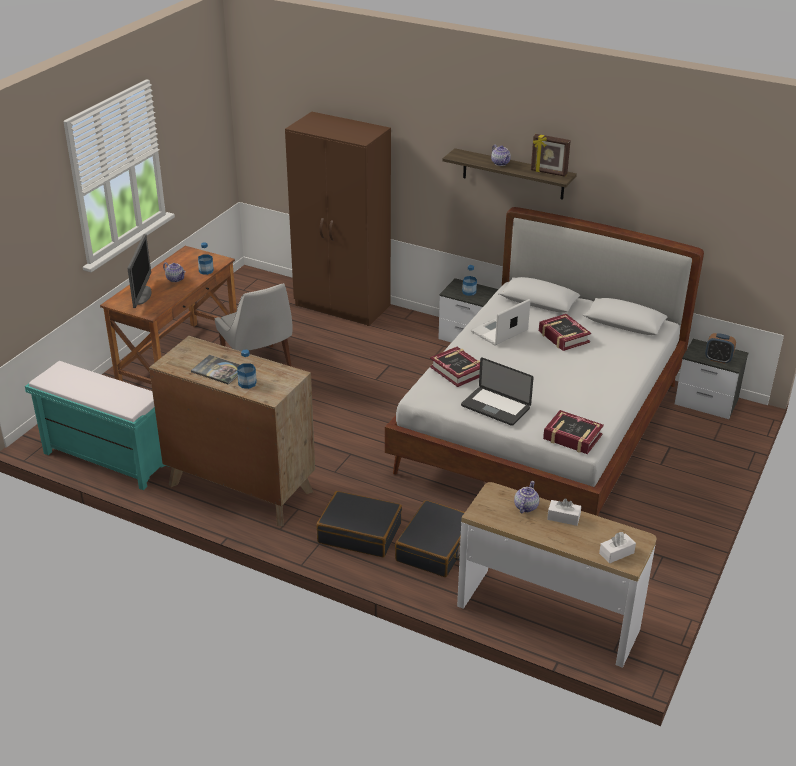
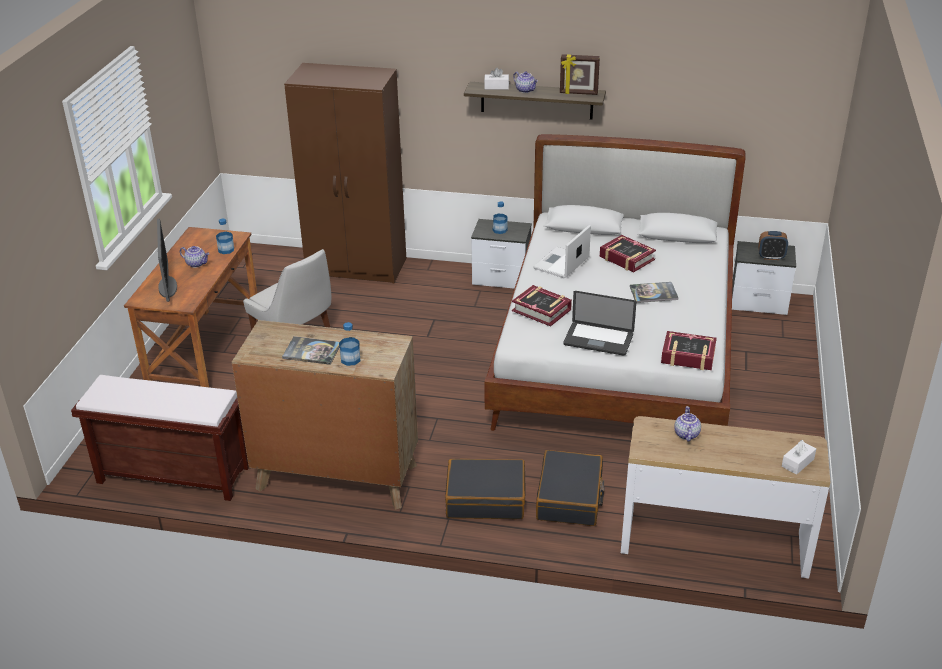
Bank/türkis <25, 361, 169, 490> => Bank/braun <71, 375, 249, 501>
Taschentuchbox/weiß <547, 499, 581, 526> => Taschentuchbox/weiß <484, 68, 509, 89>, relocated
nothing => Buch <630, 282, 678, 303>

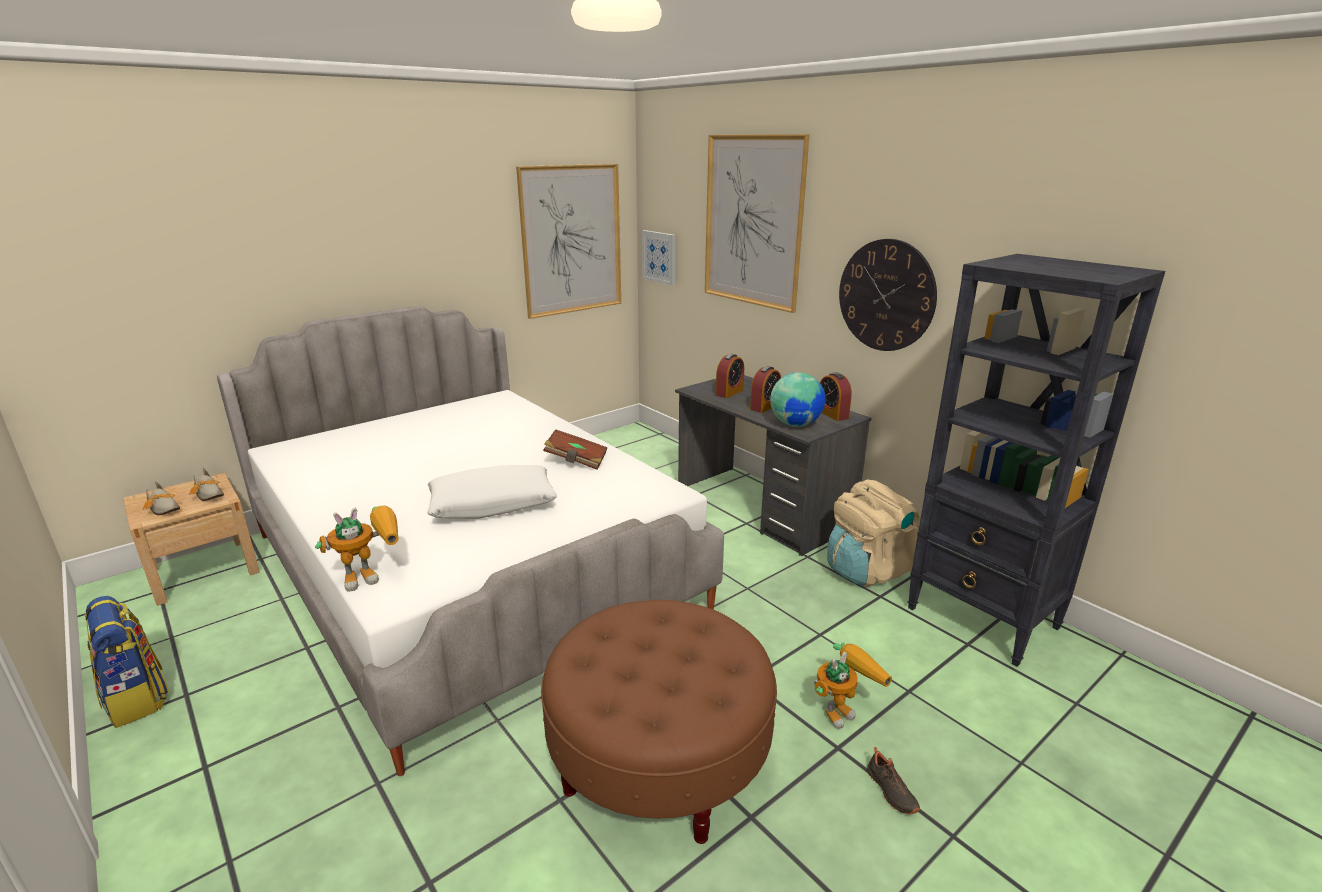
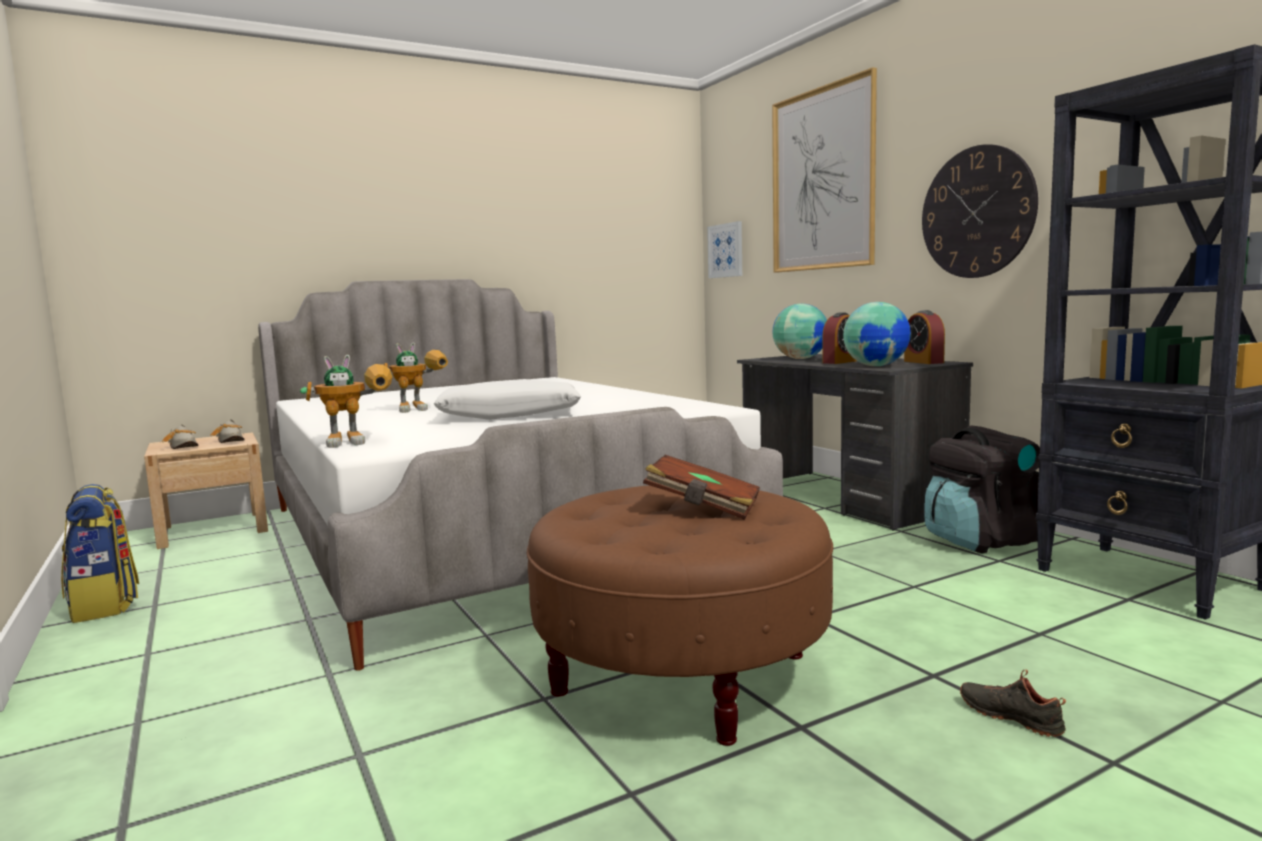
Spielzeugroboter <814, 643, 892, 730> => Spielzeugroboter <383, 342, 448, 413>, relocated
Buch/braun <543, 429, 607, 470> => Buch/braun <643, 455, 760, 520>, relocated
Wecker <716, 354, 744, 398> => Globus <772, 303, 827, 359>
Rucksack/beige <827, 480, 919, 587> => Rucksack/schwarz <924, 425, 1040, 554>
Schuh/schwarz <867, 747, 920, 814> => Schuh/schwarz <960, 669, 1066, 737>, 150 degrees clockwise
Bild <516, 164, 621, 319> => nothing

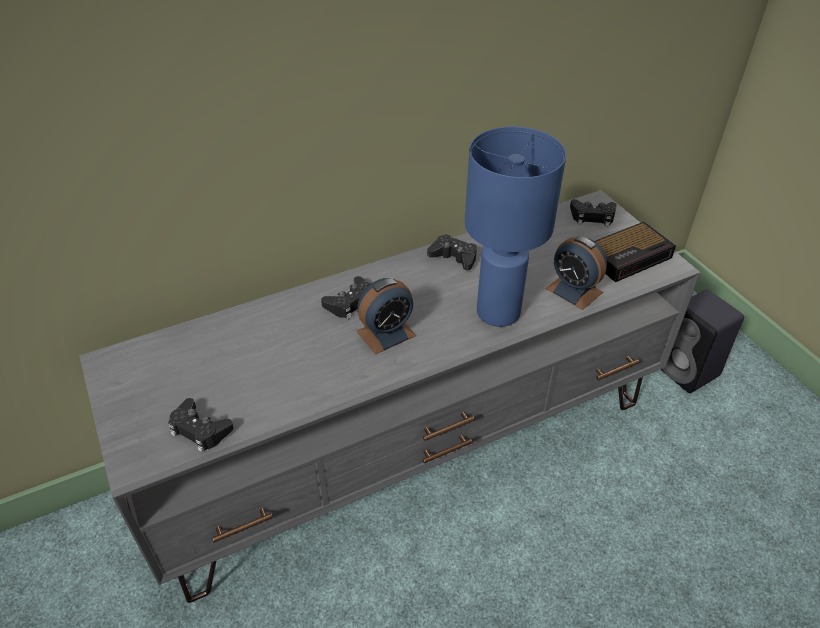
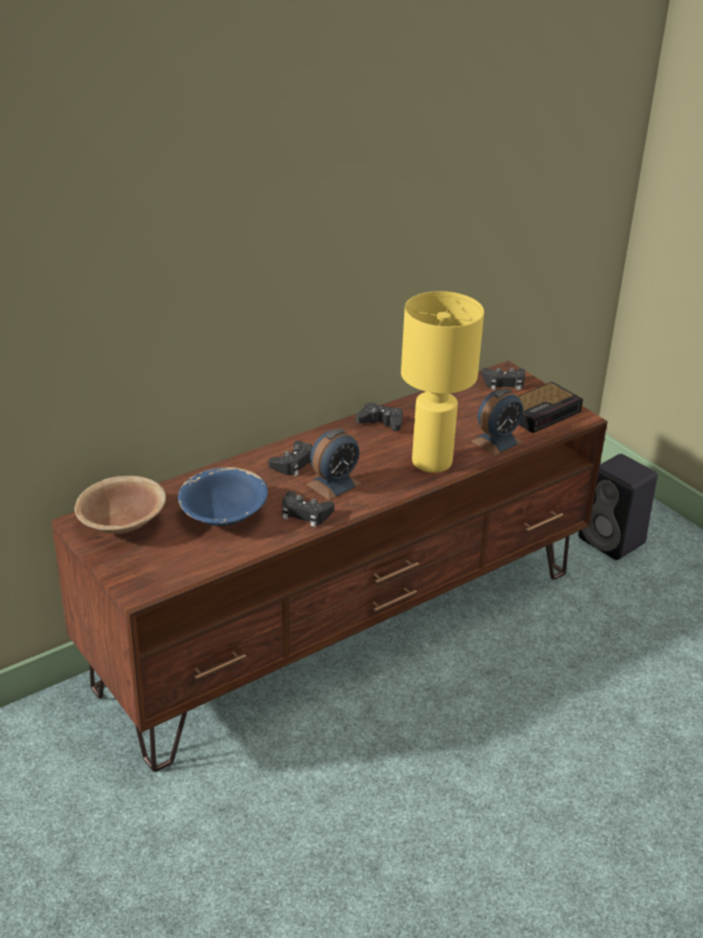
Fernsehschrank/grau <79, 190, 701, 603> => Fernsehschrank/braun <51, 361, 608, 772>
nothing => Schüssel/braun <74, 476, 166, 534>
nothing => Schüssel/blau <178, 467, 268, 526>
Gamepad/schwarz <168, 398, 234, 453> => Gamepad/schwarz <282, 491, 334, 527>, relocated
Tischlampe/blau <465, 126, 566, 327> => Tischlampe/gelb <401, 291, 484, 473>
Wecker <546, 236, 607, 310> => Wecker <471, 388, 523, 456>, 75 degrees counterclockwise

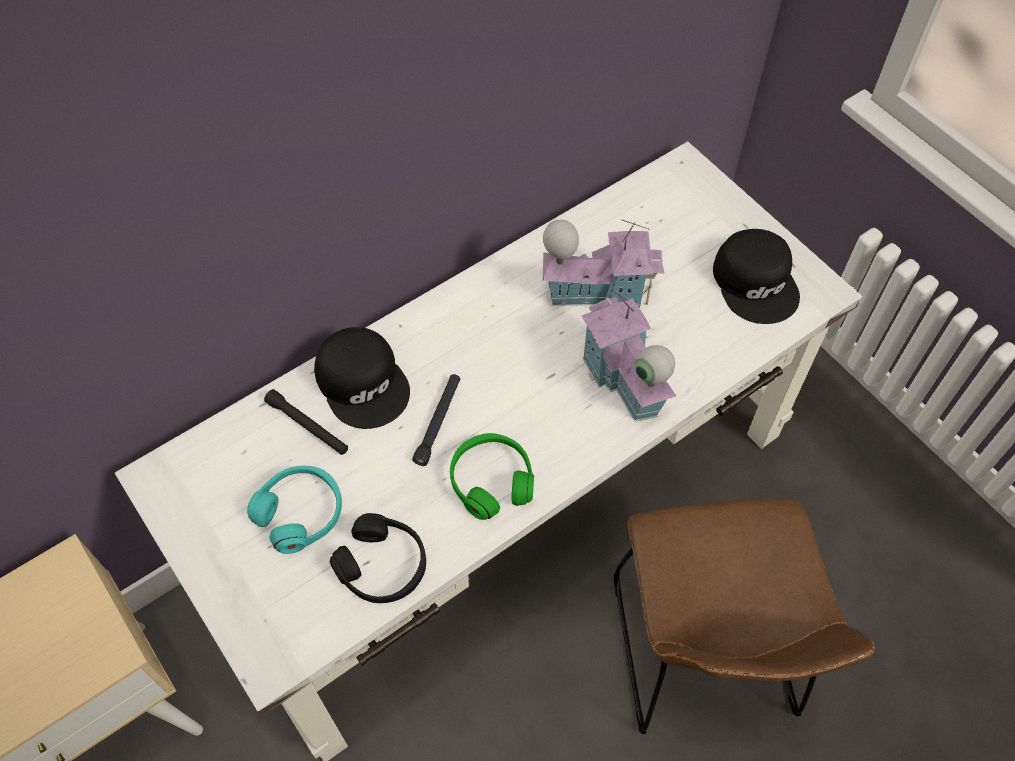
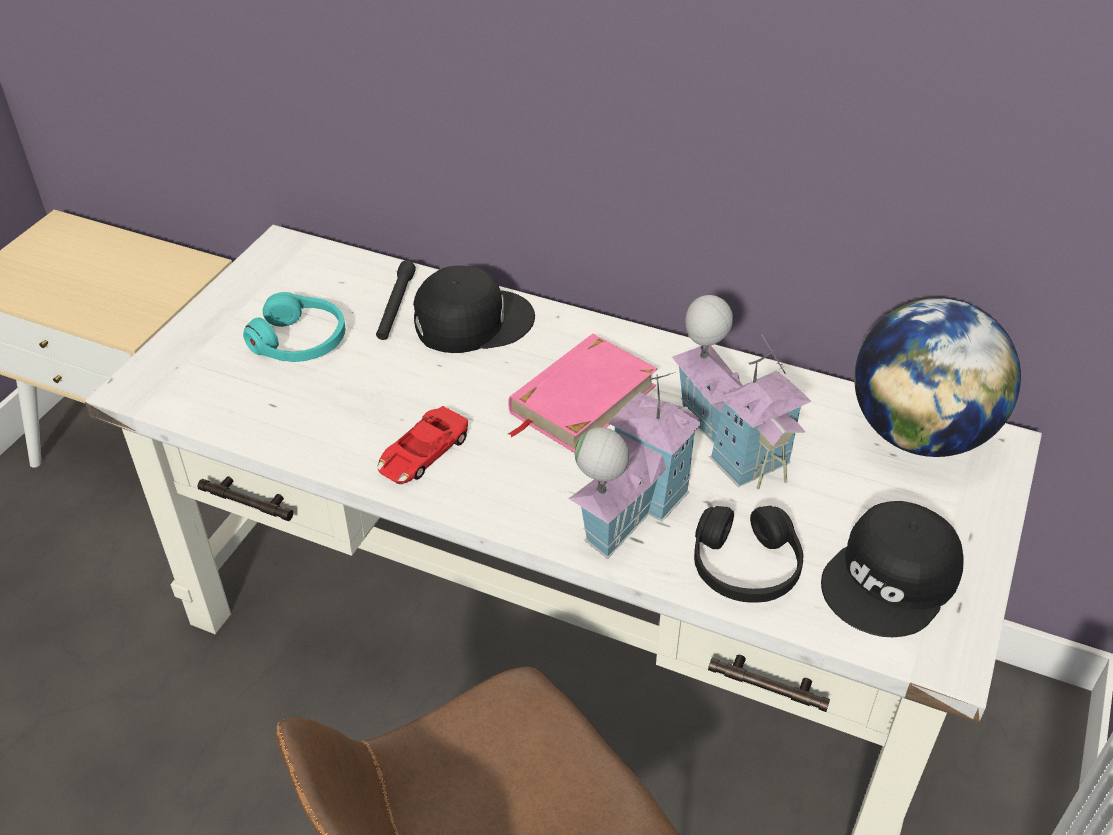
Kopfhörer/grün <450, 433, 534, 520> => Spielzeugauto/rot <378, 406, 468, 484>
Kappe/schwarz <314, 327, 410, 429> => Kappe/schwarz <413, 266, 535, 353>, 135 degrees counterclockwise
nothing => Buch/rosa <508, 334, 657, 453>
Kopfhörer/schwarz <330, 513, 426, 603> => Kopfhörer/schwarz <694, 506, 803, 602>, relocated
nothing => Globus <854, 298, 1021, 457>
Taschenlampe/schwarz <412, 374, 460, 466> => nothing

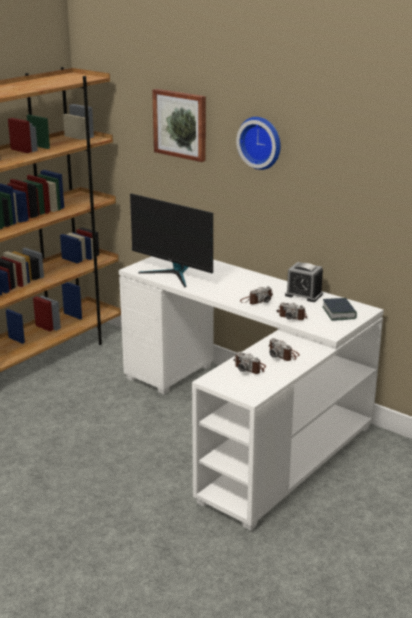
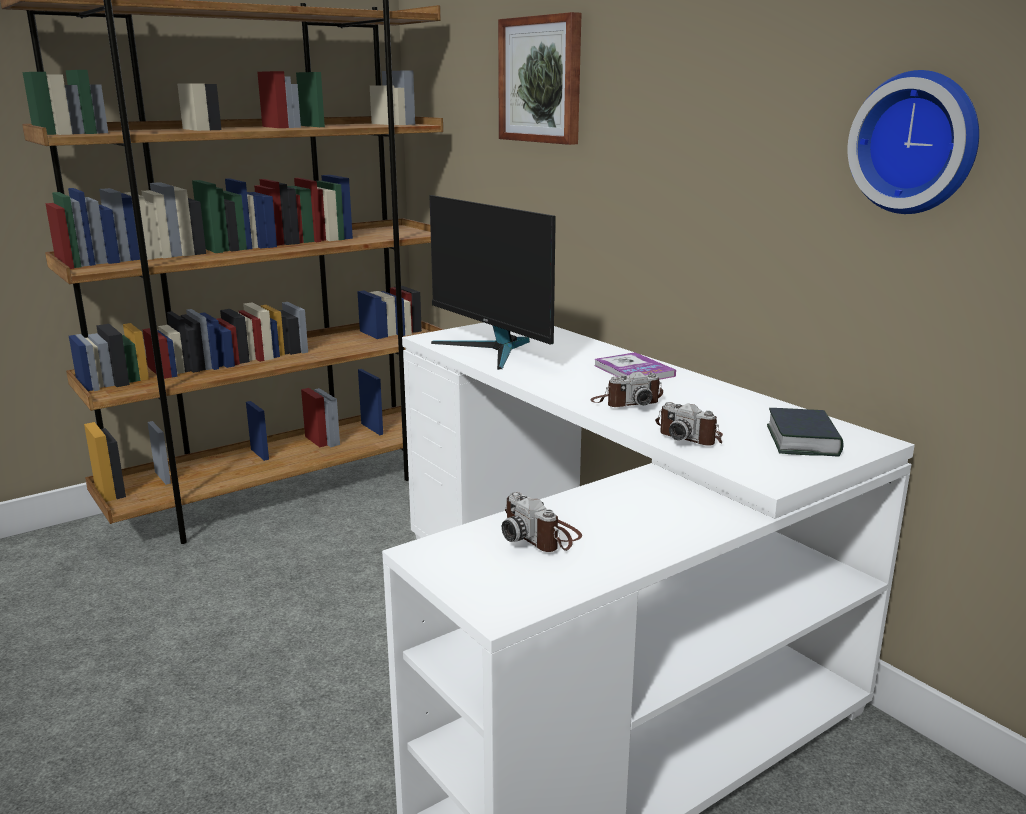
nothing => Buch <595, 352, 676, 380>
Wanduhr <236, 117, 281, 170> => Wanduhr <847, 70, 979, 214>, relocated
Kamera <268, 338, 300, 361> => nothing
Wecker <285, 262, 323, 302> => nothing

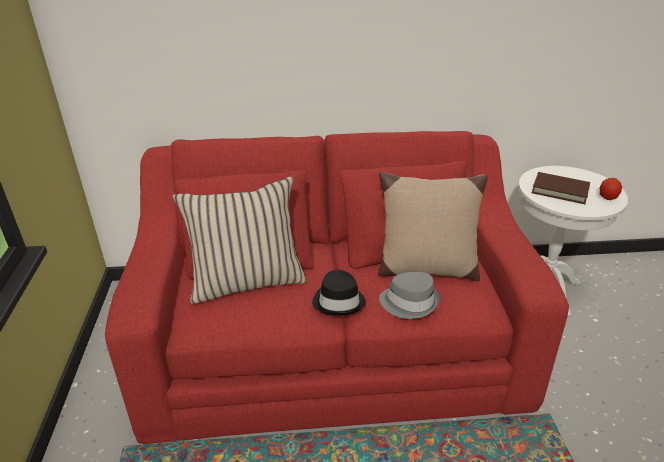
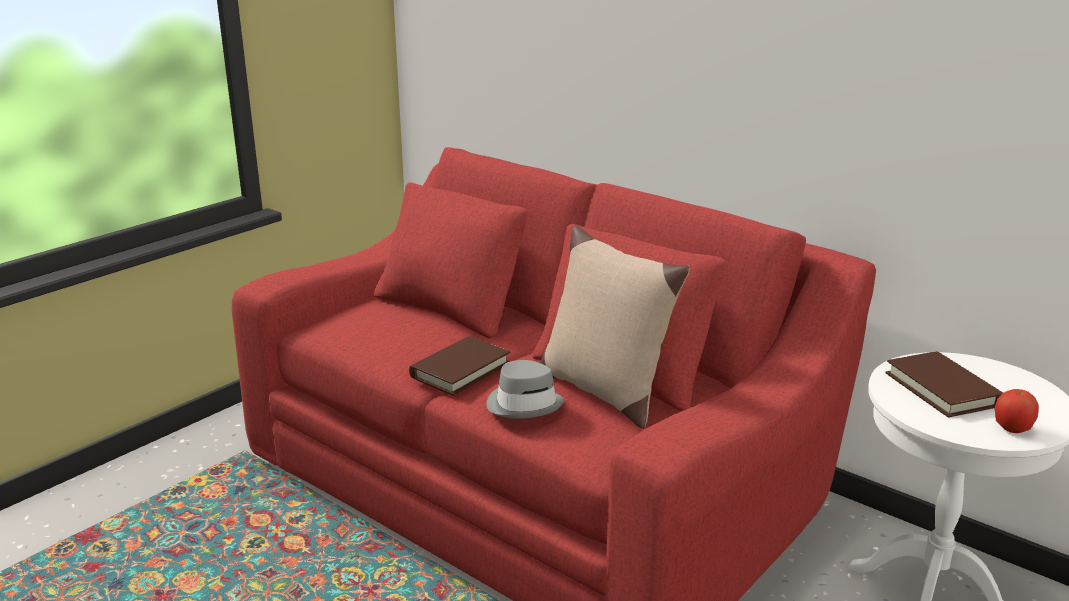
Hut/schwarz <312, 270, 366, 316> => Buch/braun <409, 336, 510, 395>
Kissen/beige <173, 177, 307, 304> => nothing

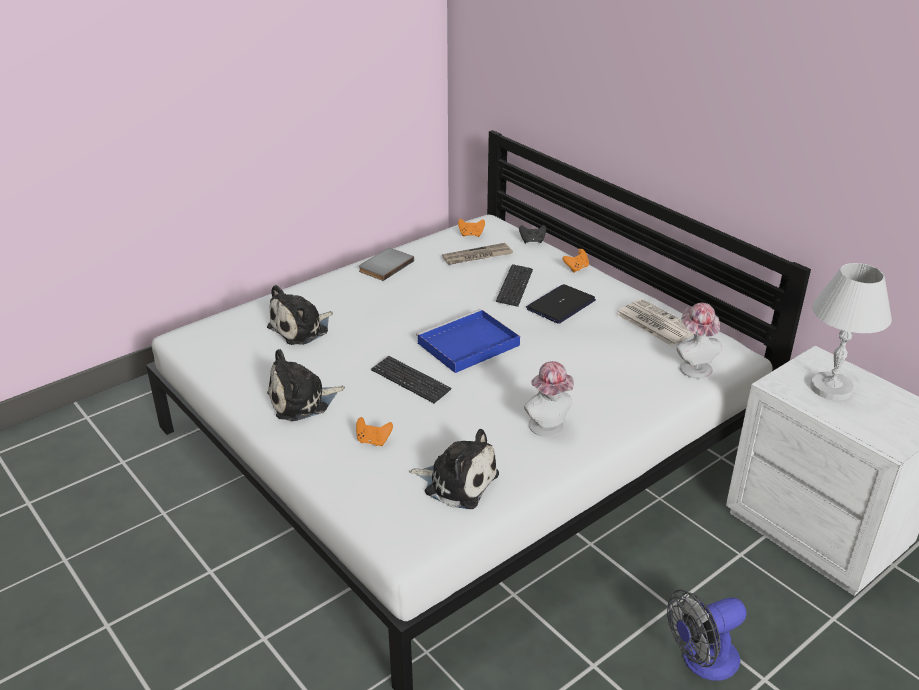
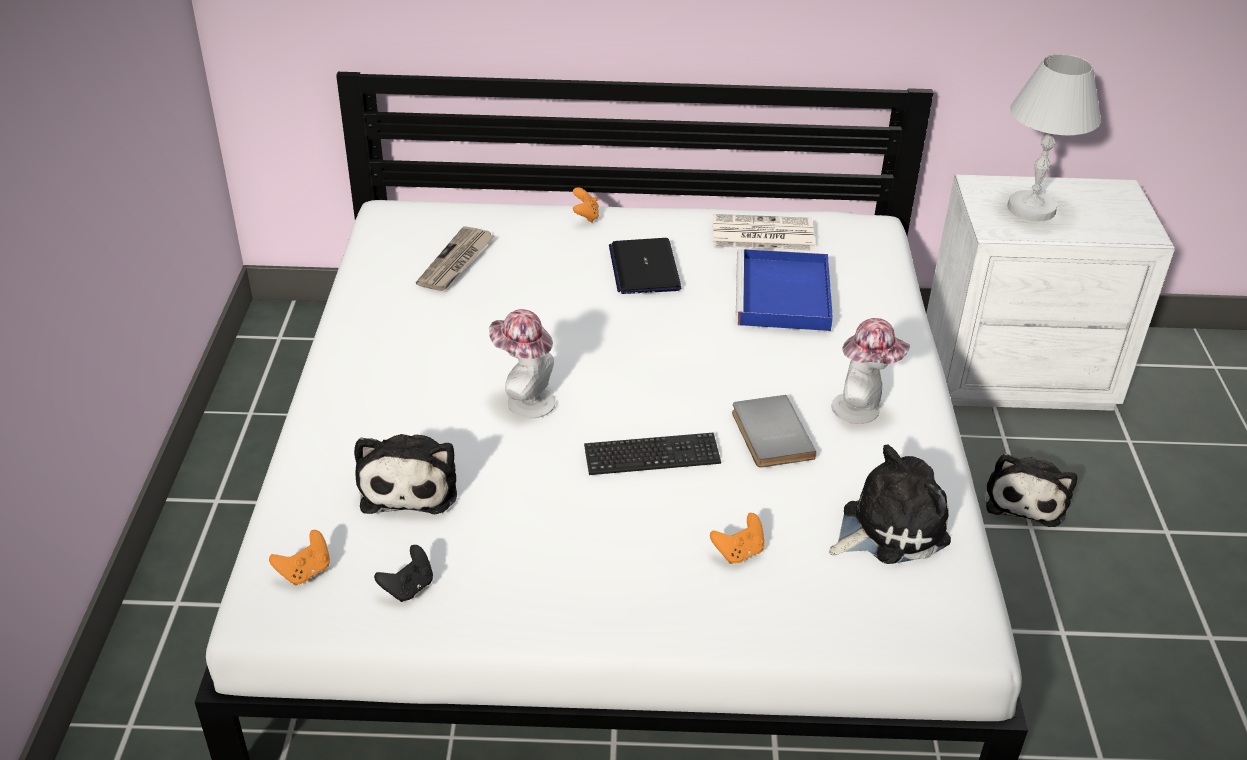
Gamepad/orange <458, 219, 485, 237> => Gamepad/orange <269, 530, 330, 585>, relocated
Gamepad/schwarz <519, 225, 546, 243> => Gamepad/schwarz <374, 545, 433, 602>, relocated
Hut <676, 303, 722, 379> => Hut <489, 309, 555, 419>, relocated
Buch/grau <359, 248, 414, 281> => Buch/grau <732, 395, 816, 468>, relocated
Tablett/blau <416, 309, 520, 373> => Tablett/blau <736, 249, 833, 331>, relocated
Plüschtier <267, 349, 345, 421> => Plüschtier <984, 453, 1077, 527>, relocated
Tastatur <496, 264, 533, 307> => nothing
Ventilator <667, 589, 747, 681> => nothing

